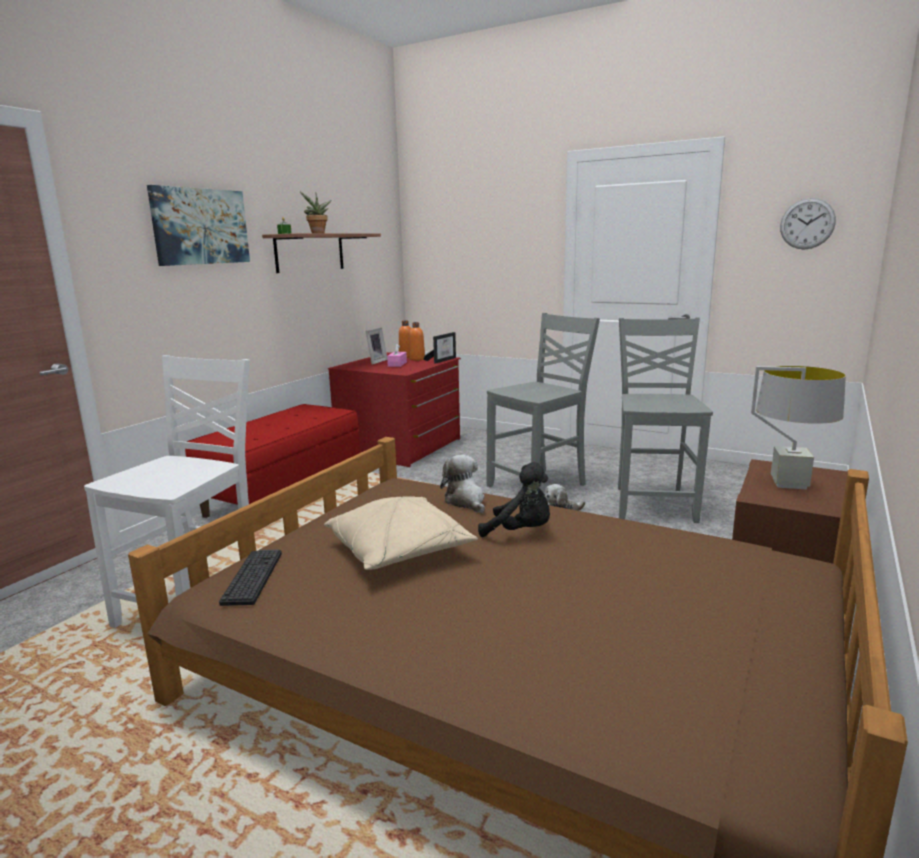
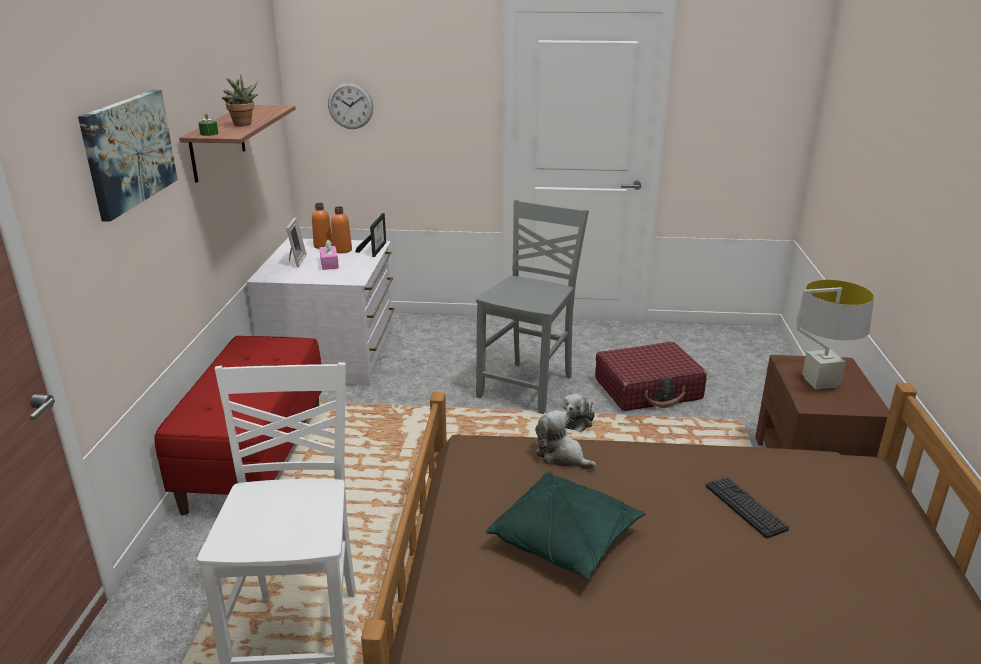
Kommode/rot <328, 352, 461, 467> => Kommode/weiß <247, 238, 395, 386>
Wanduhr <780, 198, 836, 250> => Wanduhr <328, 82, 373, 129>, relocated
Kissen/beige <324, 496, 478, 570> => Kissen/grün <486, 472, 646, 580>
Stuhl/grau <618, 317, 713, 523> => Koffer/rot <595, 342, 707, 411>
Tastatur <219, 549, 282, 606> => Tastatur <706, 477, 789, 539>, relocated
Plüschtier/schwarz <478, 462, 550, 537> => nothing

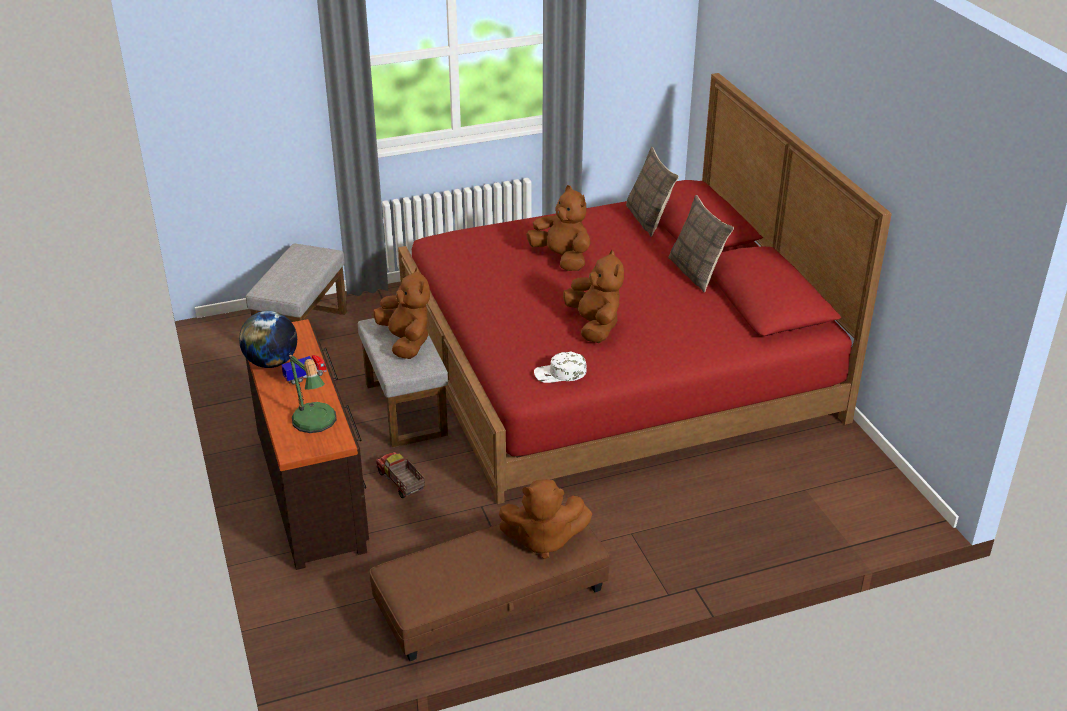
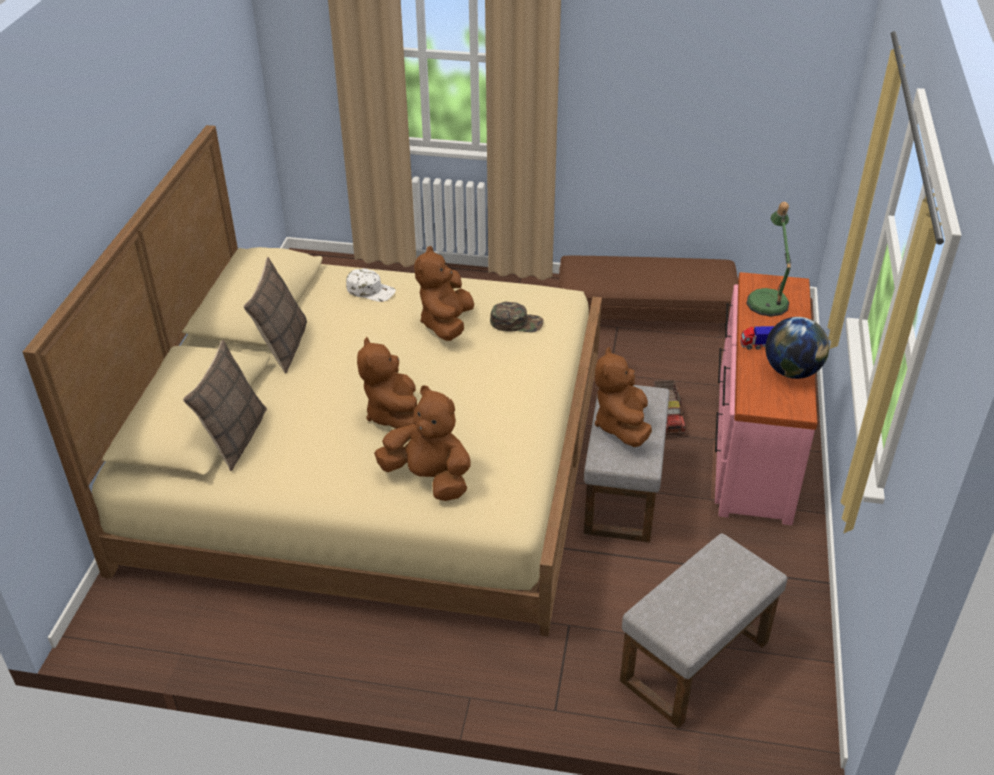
Bett/rot <398, 73, 892, 504> => Bett/beige <23, 125, 602, 636>
Kappe/weiß <534, 352, 587, 383> => Kappe/weiß <346, 269, 396, 302>, relocated
Plüschtier/braun <499, 479, 592, 559> => Plüschtier/braun <374, 386, 471, 501>, relocated
nothing => Kappe/grün <490, 302, 543, 332>
Kommode/braun <246, 319, 369, 570> => Kommode/rosa <715, 272, 818, 525>

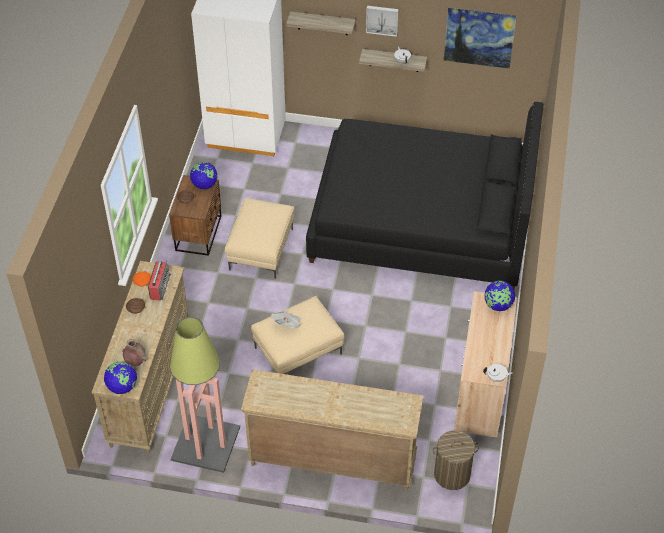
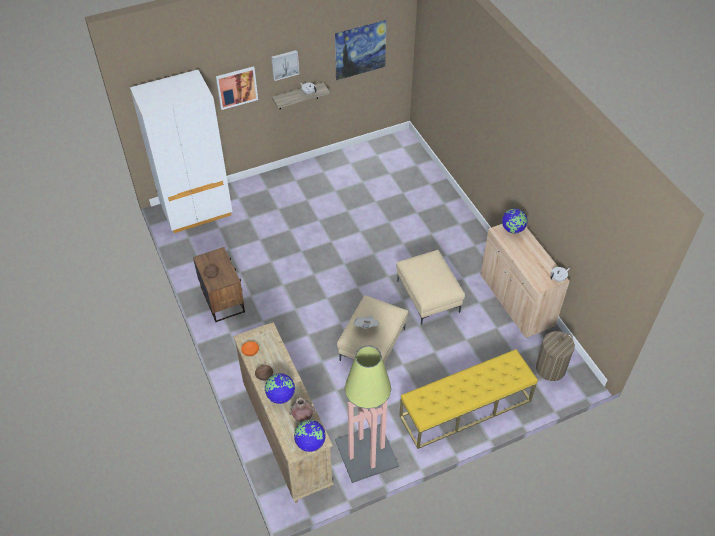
Wandregal <286, 11, 356, 35> => Bild <216, 66, 258, 110>
Globus <190, 162, 218, 189> => Globus <265, 373, 295, 404>, relocated
Polsterhocker/beige <225, 198, 295, 279> => Polsterhocker/beige <396, 250, 465, 325>, relocated
Kommode/beige <241, 369, 423, 491> => Bank/gelb <399, 349, 538, 449>
Radio <148, 260, 171, 301> => nothing
Bett/schwarz <306, 102, 543, 289> => nothing

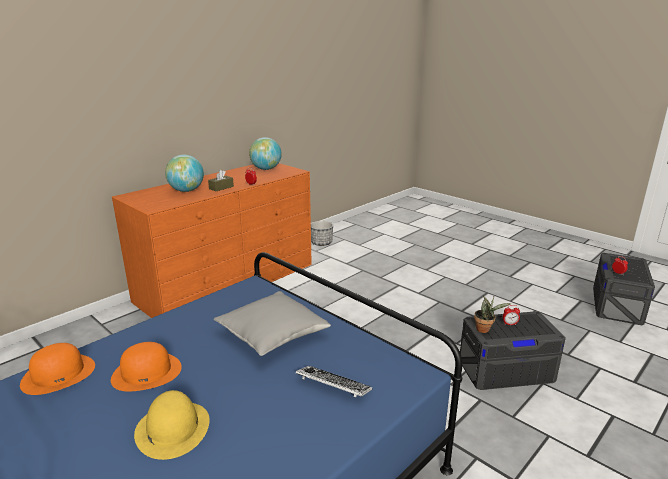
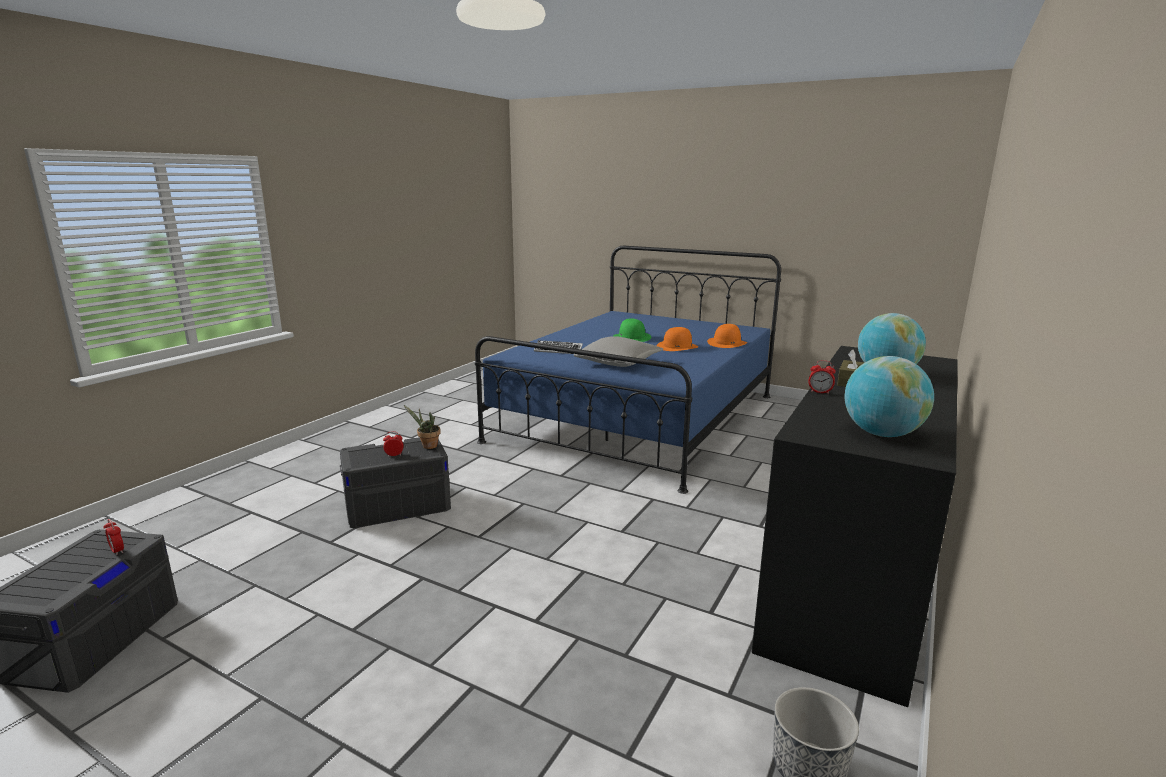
Hut/gelb <134, 390, 210, 460> => Hut/grün <613, 318, 651, 342>
Kommode/orange <112, 163, 312, 318> => Kommode/schwarz <752, 346, 958, 707>

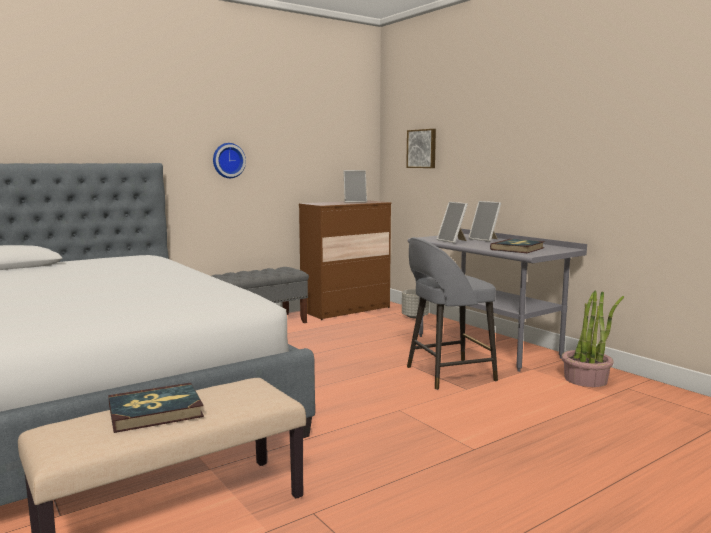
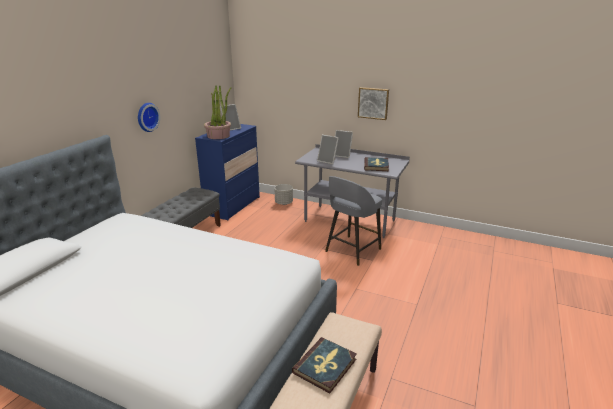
Kommode/braun <299, 200, 391, 320> => Kommode/blau <195, 124, 260, 221>
Topfpflanze <561, 291, 624, 387> => Topfpflanze <204, 86, 232, 139>, relocated
Bild <406, 129, 436, 168> => Bild <358, 87, 389, 120>, relocated

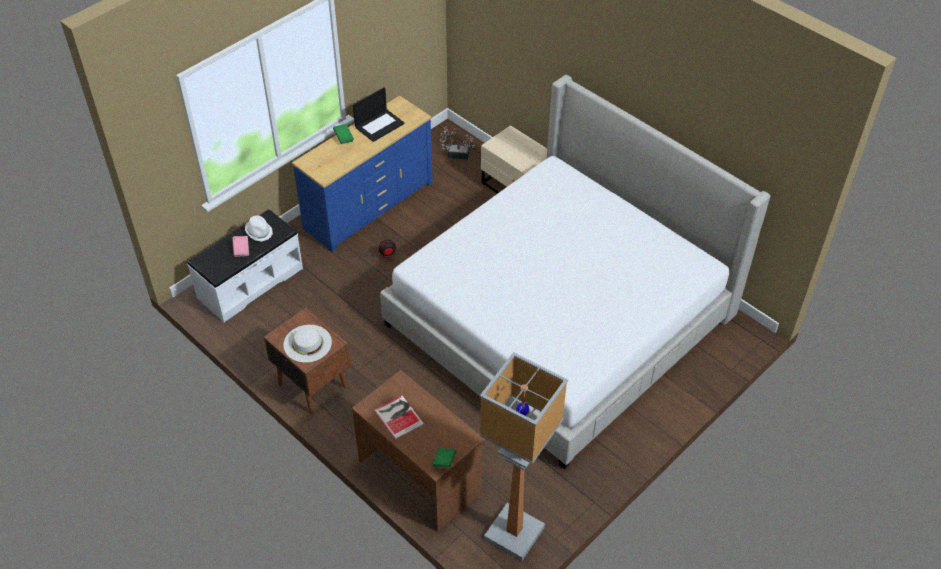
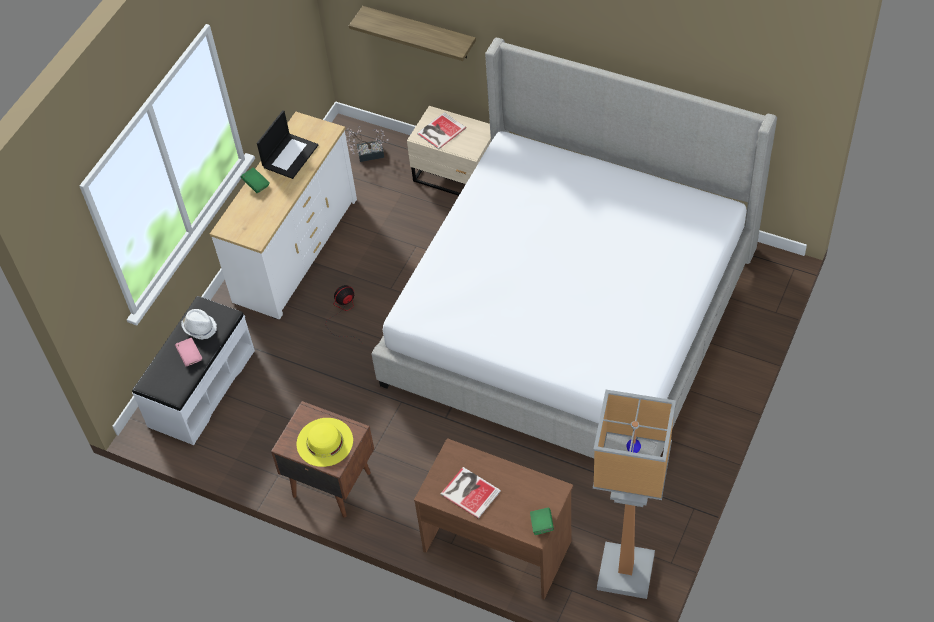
Kommode/blau <292, 96, 432, 252> => Kommode/weiß <210, 112, 357, 320>
Hut/weiß <283, 325, 332, 363> => Hut/gelb <297, 418, 353, 467>
nothing => Wandregal <349, 6, 476, 61>
nothing => Buch <417, 112, 466, 149>

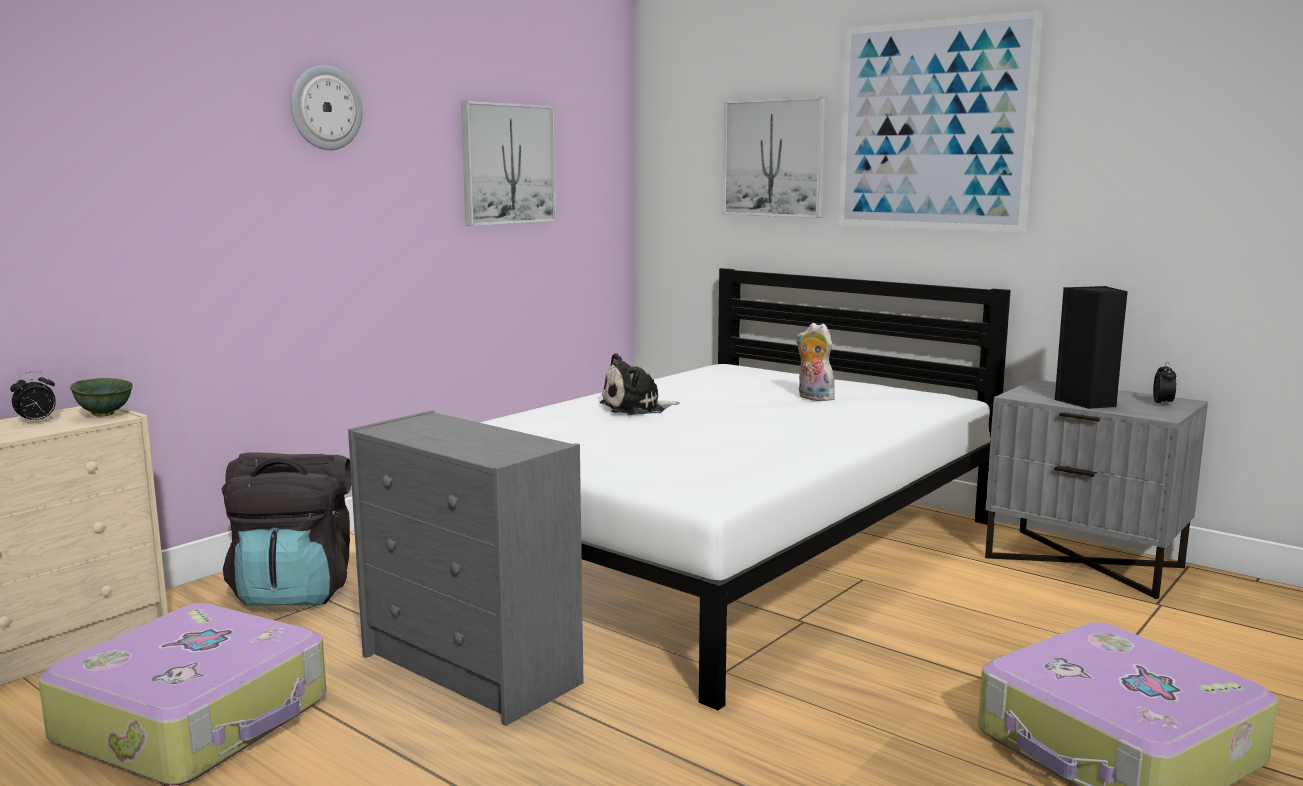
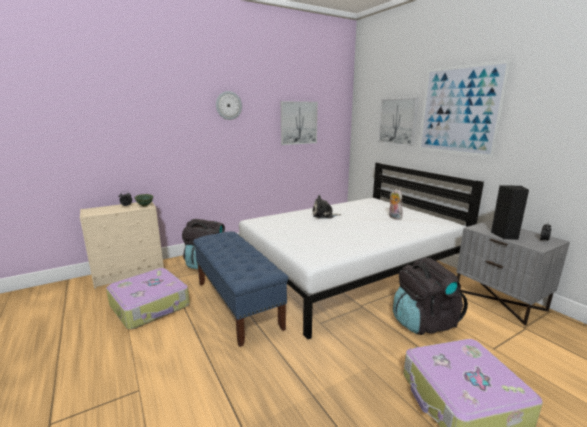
Kommode/grau <348, 410, 584, 726> => Bank/blau <193, 231, 288, 347>
nothing => Rucksack/schwarz <393, 257, 468, 335>

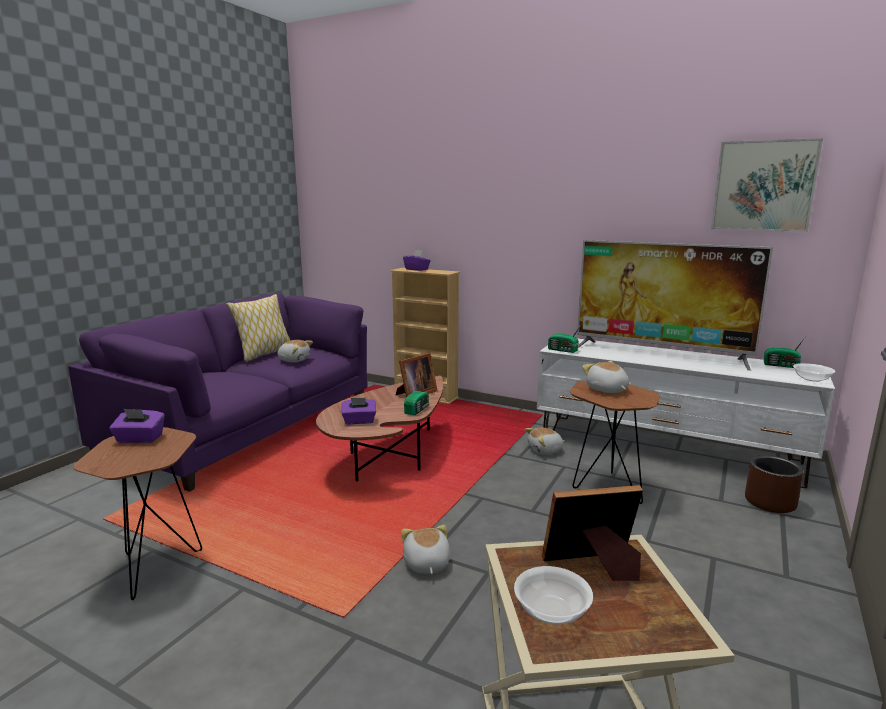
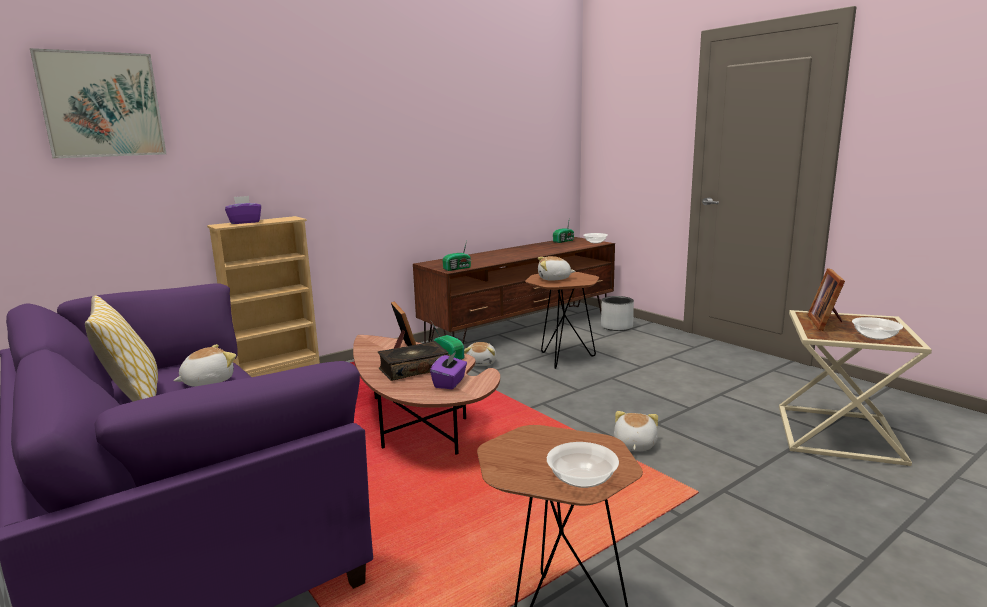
Bild <711, 138, 823, 232> => Bild <30, 48, 166, 158>, relocated
nothing => Buch <378, 341, 451, 381>
Fernsehschrank/weiß <537, 339, 835, 488> => Fernsehschrank/braun <413, 237, 615, 345>
nothing => Schüssel <547, 442, 619, 488>
Pflanzkübel/braun <745, 455, 804, 513> => Pflanzkübel/grau <601, 296, 634, 331>
Plüschtier <401, 525, 450, 574> => Plüschtier <614, 411, 658, 451>, 90 degrees clockwise
Taschentuchbox/lila <109, 409, 165, 443> => nothing
Fernseher <577, 240, 773, 371> => nothing

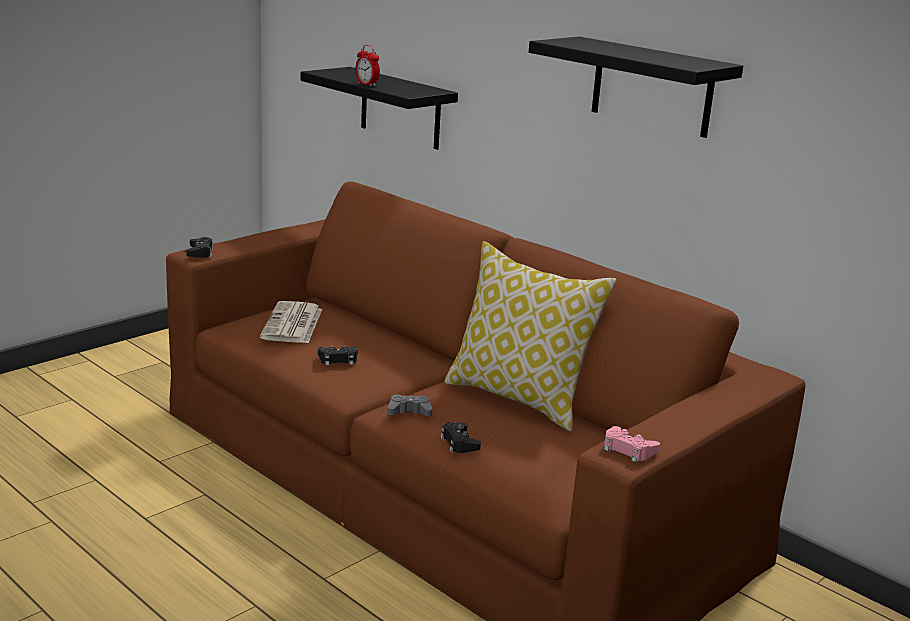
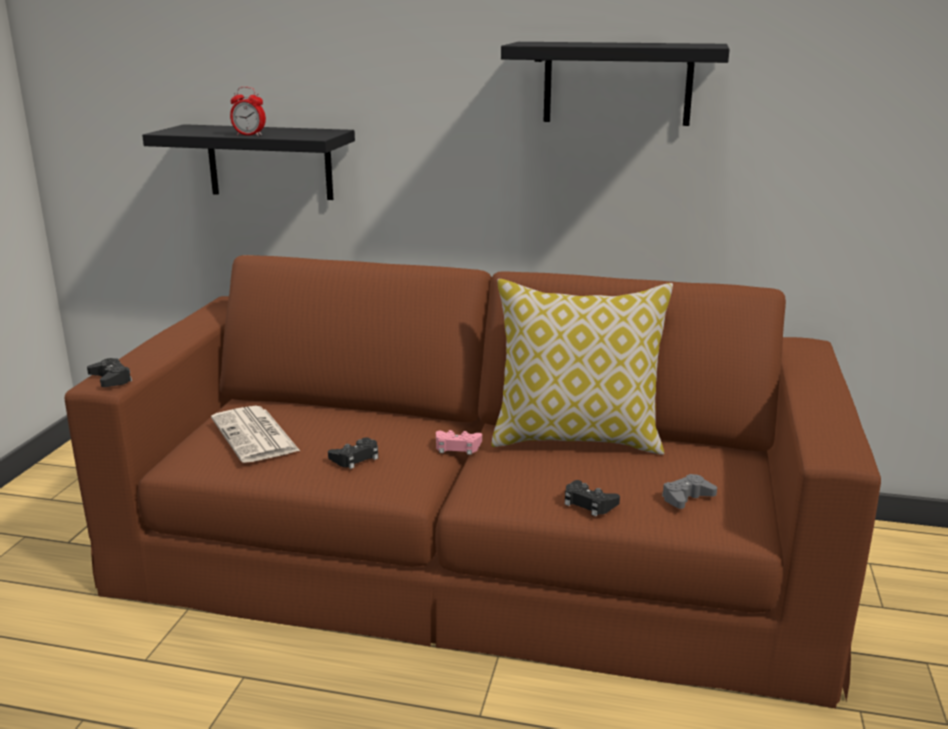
Gamepad/rosa <604, 426, 660, 462> => Gamepad/rosa <436, 430, 482, 455>, relocated
Gamepad/grau <387, 394, 432, 416> => Gamepad/grau <662, 474, 717, 509>, relocated

